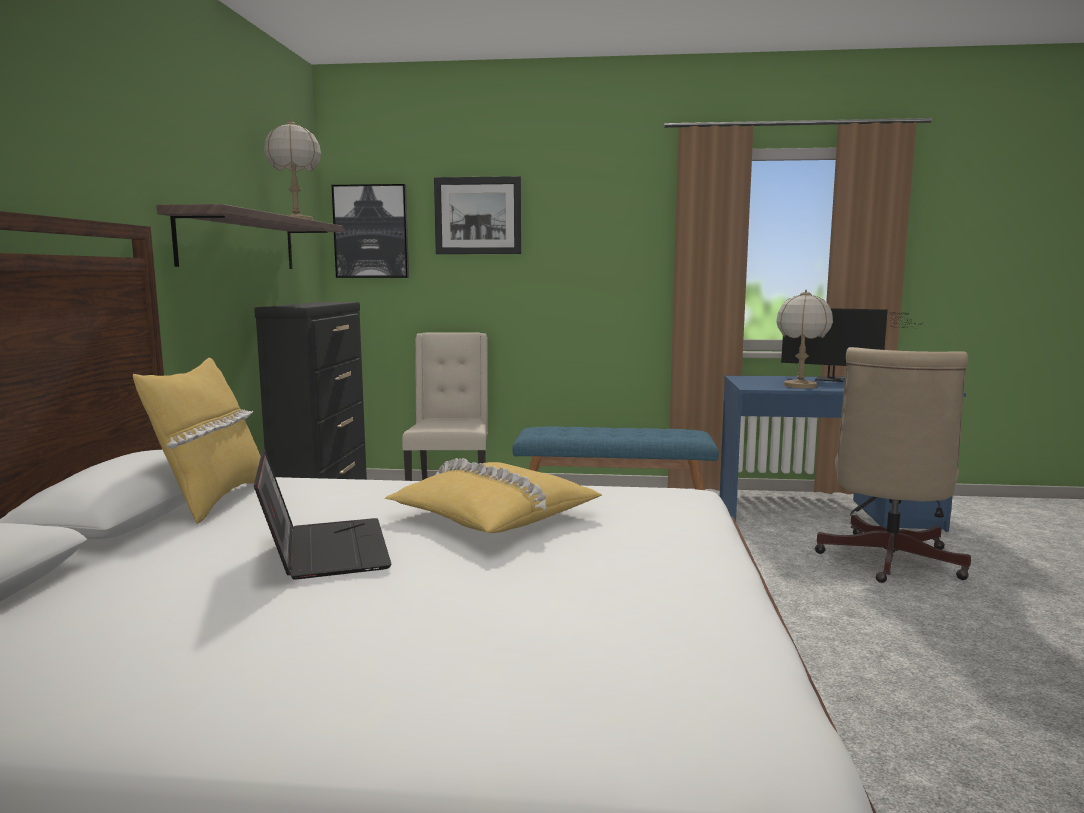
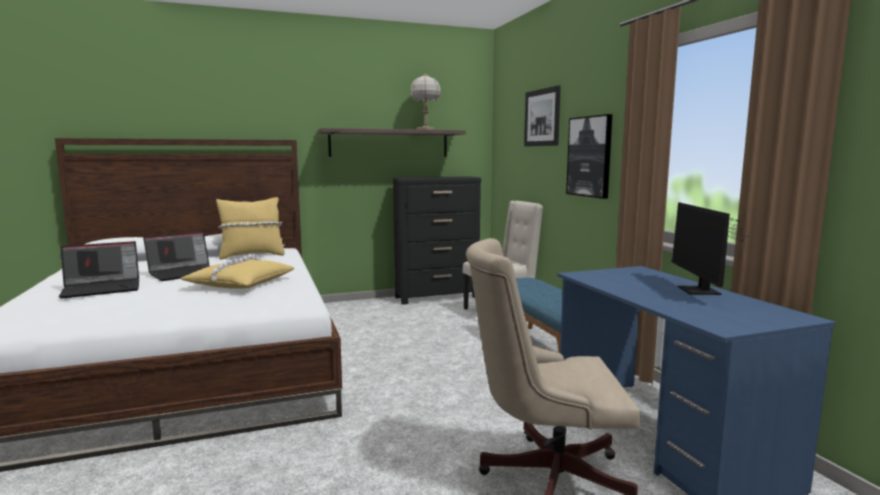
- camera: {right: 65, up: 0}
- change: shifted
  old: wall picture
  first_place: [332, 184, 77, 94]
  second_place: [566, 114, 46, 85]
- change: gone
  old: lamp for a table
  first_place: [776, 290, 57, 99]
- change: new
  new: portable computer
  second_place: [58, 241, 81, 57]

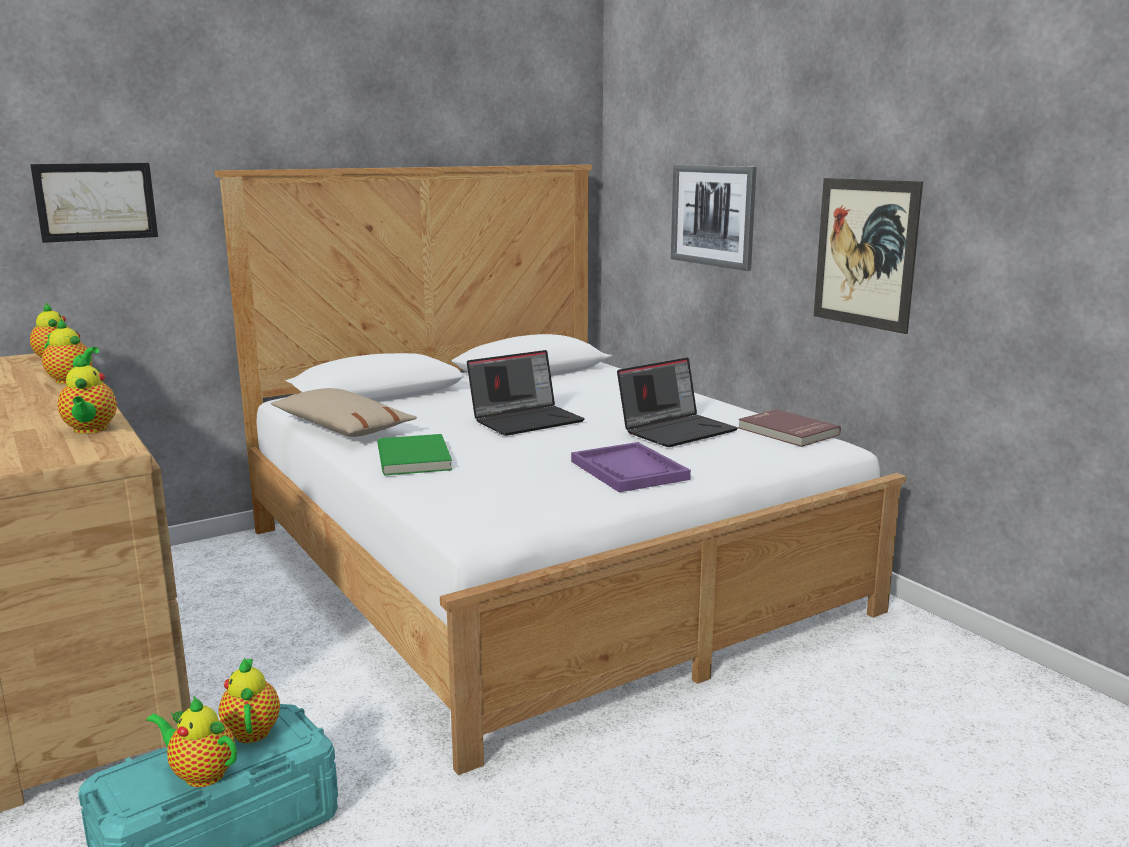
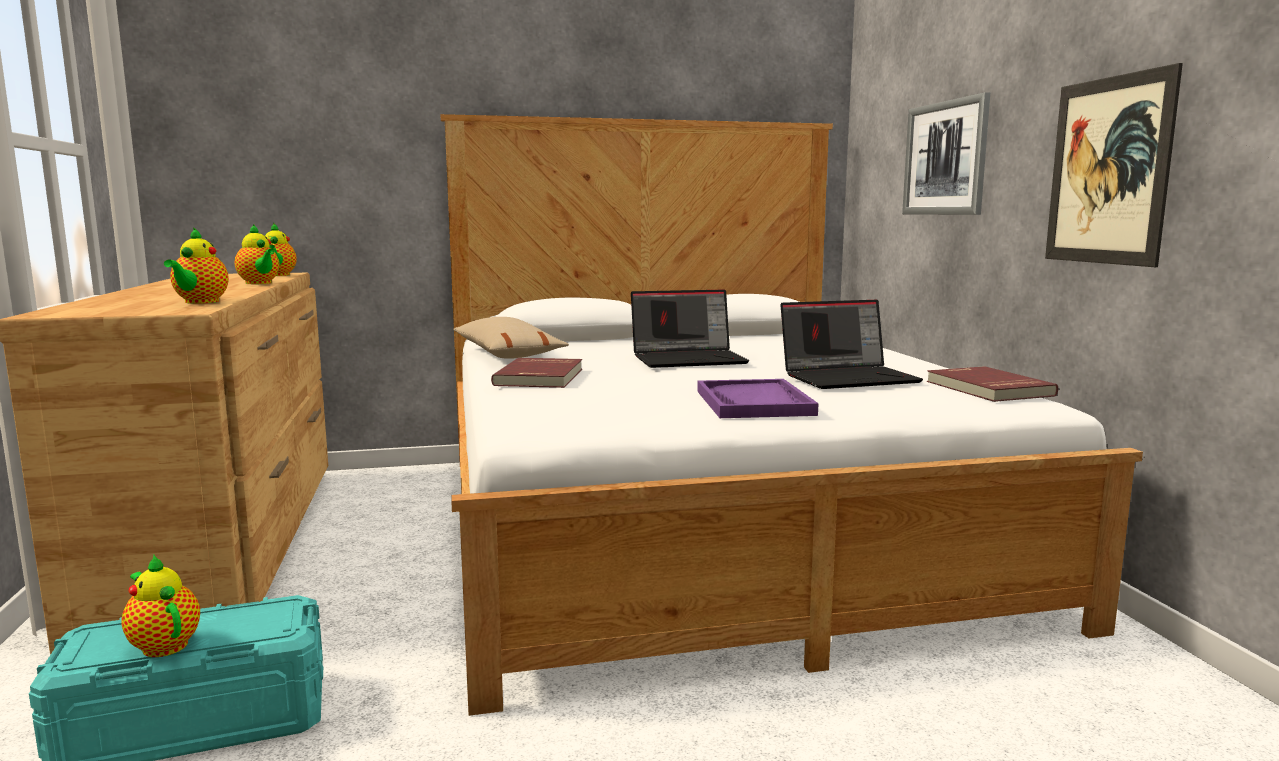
- camera: {right: 20, up: -5}
- change: gone
  old: wall picture
  first_place: [30, 163, 128, 80]
- change: repainted
  old: book/green-coloured
  new: book/red
  first_place: [378, 434, 74, 41]
  second_place: [491, 358, 91, 30]
- change: gone
  old: pot for tea
  first_place: [219, 657, 61, 86]

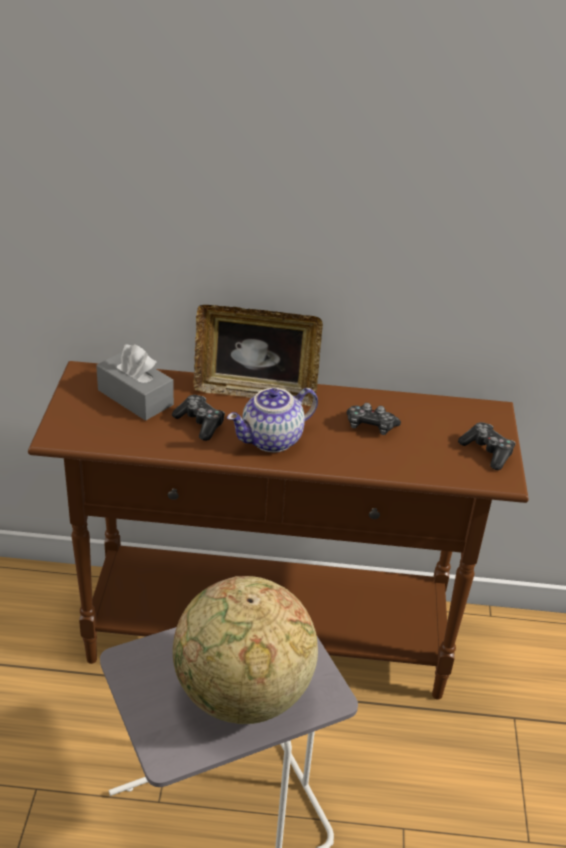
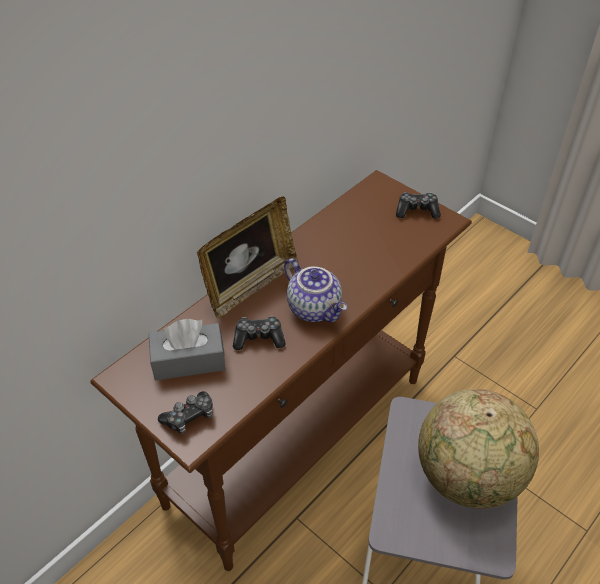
- camera: {right: -50, up: 10}
- change: rotated
  old: pot for tea
  first_place: [227, 388, 91, 64]
  second_place: [284, 258, 63, 64]
  degrees: -45
- change: shifted
  old: joypad
  first_place: [347, 403, 54, 32]
  second_place: [158, 391, 55, 43]

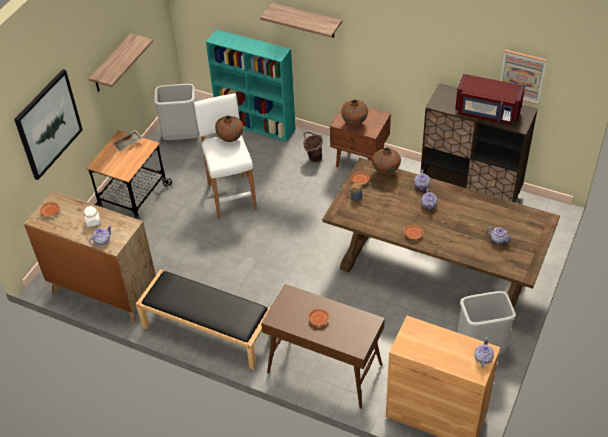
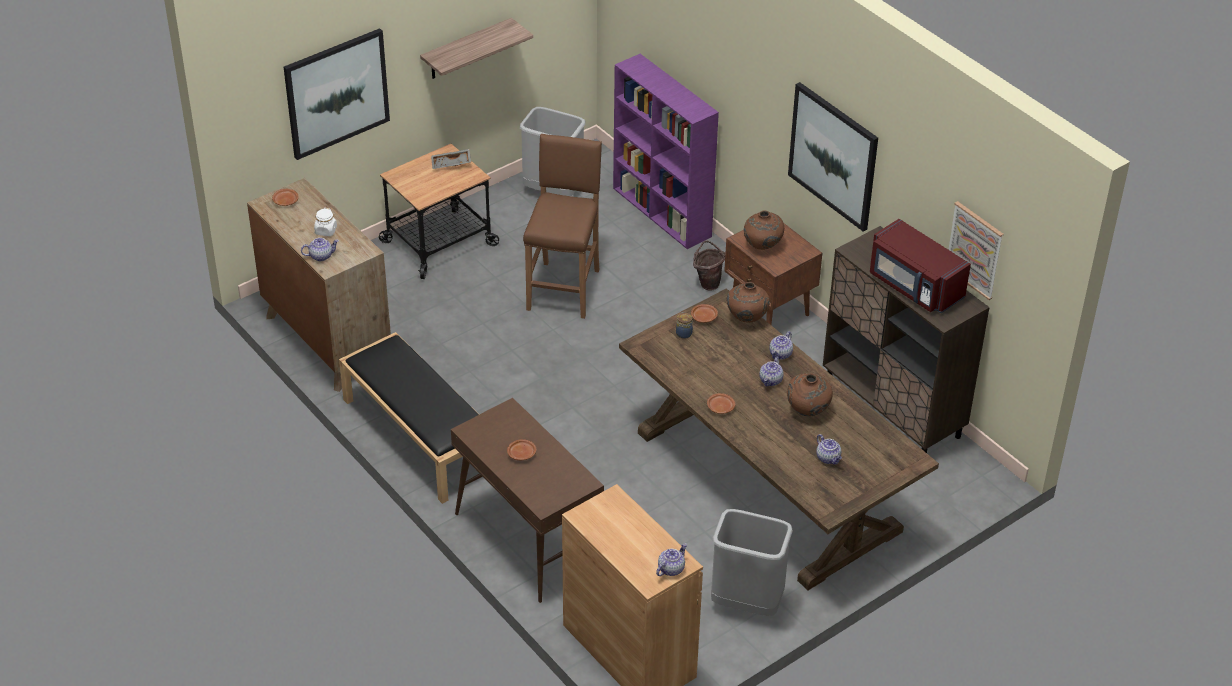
- camera: {right: 25, up: -5}
- change: gone
  old: shelf
  first_place: [260, 3, 82, 35]
- change: repainted
  old: bookshelf/turquoise
  new: bookshelf/purple-coloured
  first_place: [206, 29, 90, 113]
  second_place: [613, 54, 106, 195]
- change: repainted
  old: stool seat/whitish
  new: stool seat/brown-coloured
  first_place: [194, 93, 63, 126]
  second_place: [523, 134, 79, 185]
- change: shifted
  old: flower vase/brown-coloured
  first_place: [215, 115, 28, 27]
  second_place: [787, 373, 46, 43]
- change: new
  new: wall picture
  second_place: [788, 82, 90, 150]

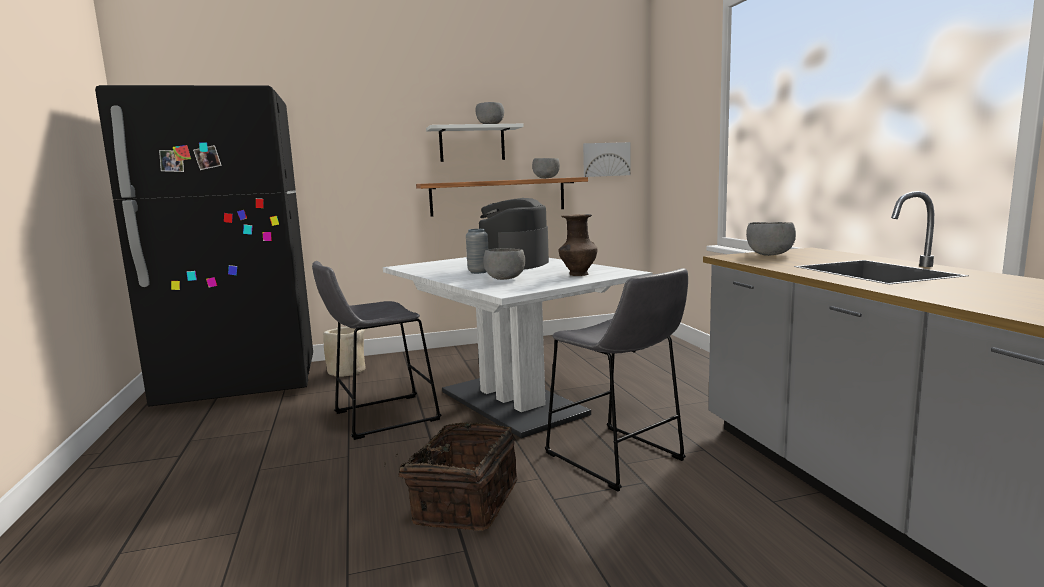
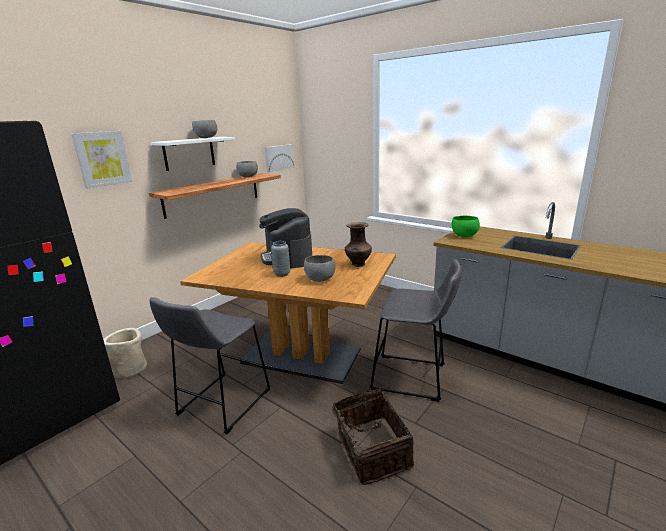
- camera: {right: -35, up: 10}
- change: repainted
  old: deep dish/gray
  new: deep dish/green-coloured
  first_place: [746, 222, 50, 34]
  second_place: [452, 215, 28, 22]
- change: repainted
  old: kitchen table/whitish
  new: kitchen table/brown-coloured
  first_place: [383, 257, 270, 181]
  second_place: [180, 242, 216, 142]
- change: new
  new: wall picture
  second_place: [71, 131, 61, 57]

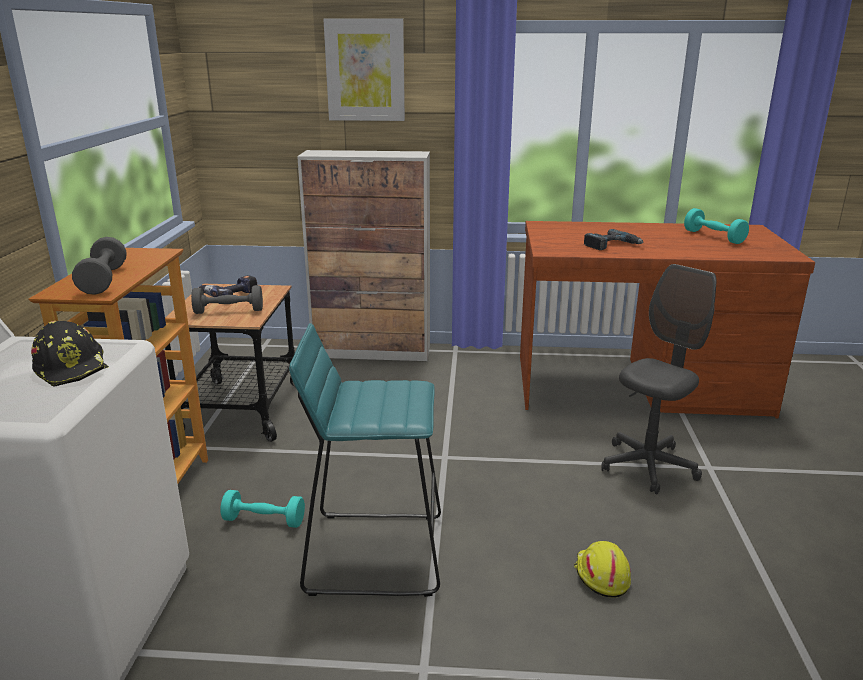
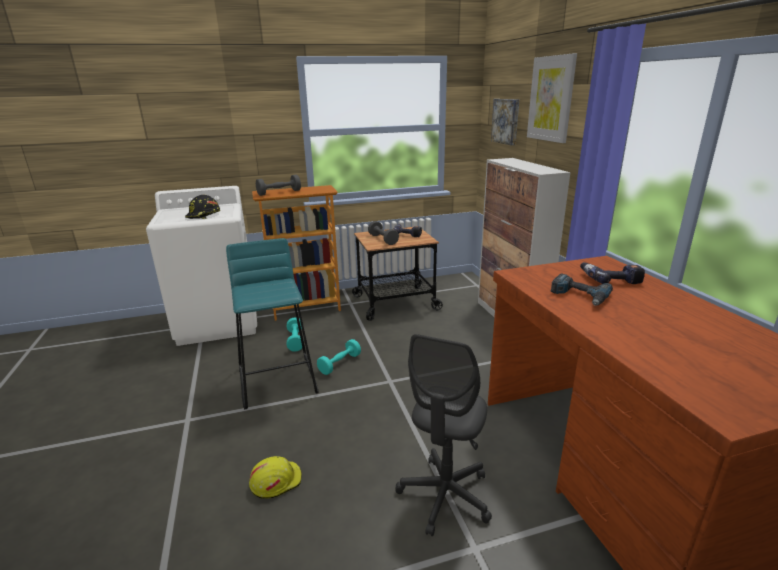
- camera: {right: 70, up: 0}
- change: shifted
  old: free weight/turquoise
  first_place: [684, 208, 65, 36]
  second_place: [317, 339, 44, 36]
- change: rotated
  old: office chair/gray
  first_place: [601, 264, 116, 231]
  second_place: [395, 334, 97, 203]
  degrees: 90
- change: new
  new: wall picture
  second_place: [491, 99, 28, 46]
- change: new
  new: power drill
  second_place: [580, 262, 65, 22]

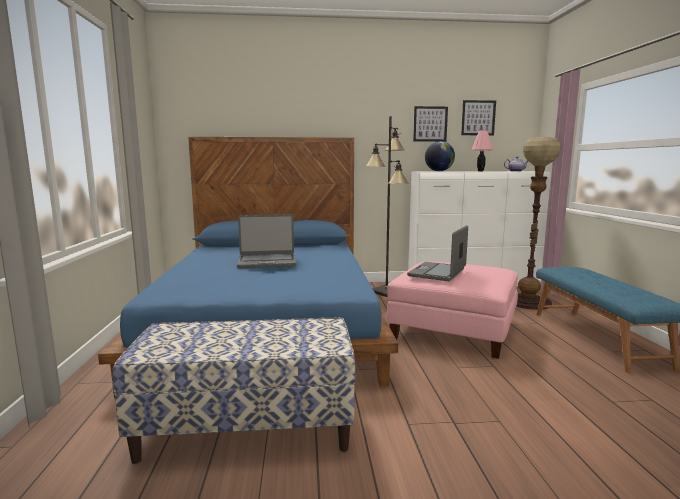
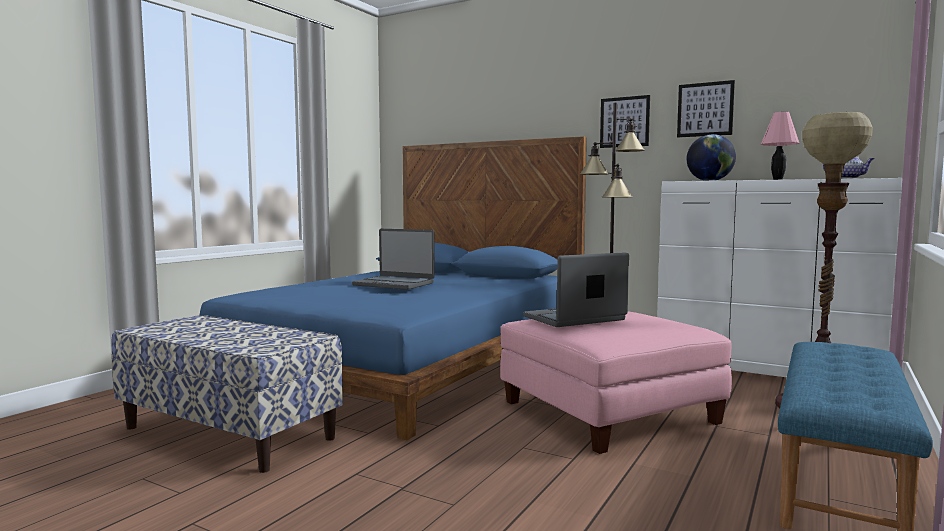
- camera: {right: 35, up: -5}
- change: shifted
  old: wall picture
  first_place: [461, 100, 35, 36]
  second_place: [600, 95, 50, 53]

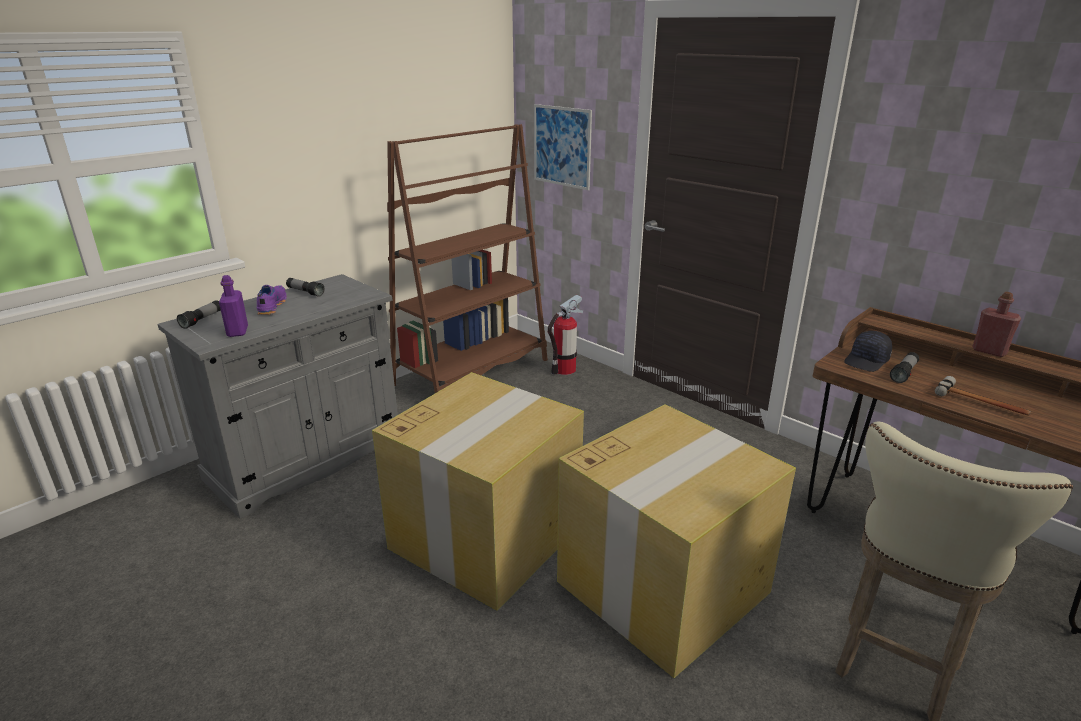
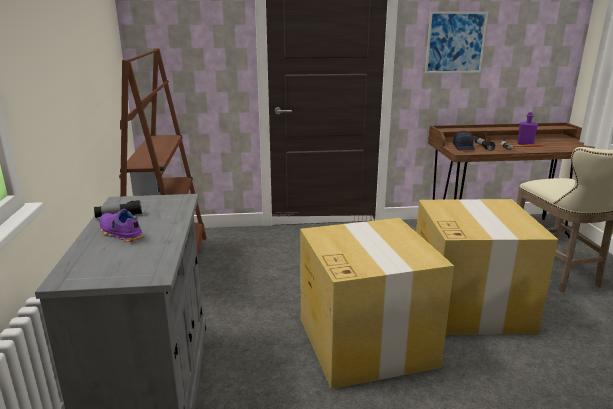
- camera: {right: -50, up: -5}
- change: shifted
  old: wall picture
  first_place: [534, 104, 58, 86]
  second_place: [425, 12, 63, 61]
- change: shifted
  old: drink bottle/purple-coloured
  first_place: [219, 275, 29, 62]
  second_place: [517, 112, 21, 33]
- change: gone
  old: drink bottle/red
  first_place: [972, 292, 49, 65]
- change: gone
  old: fire-fighting cylinder
  first_place: [548, 295, 35, 80]
- change: gone
  old: flashlight
  first_place: [177, 300, 44, 29]

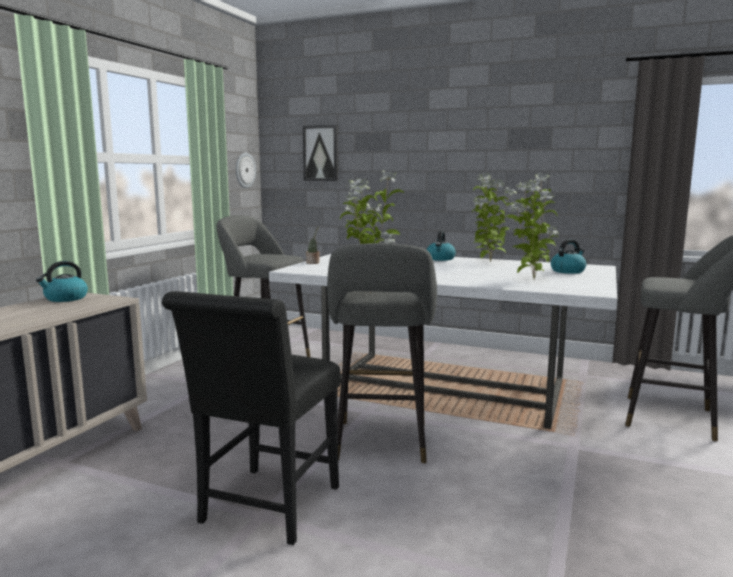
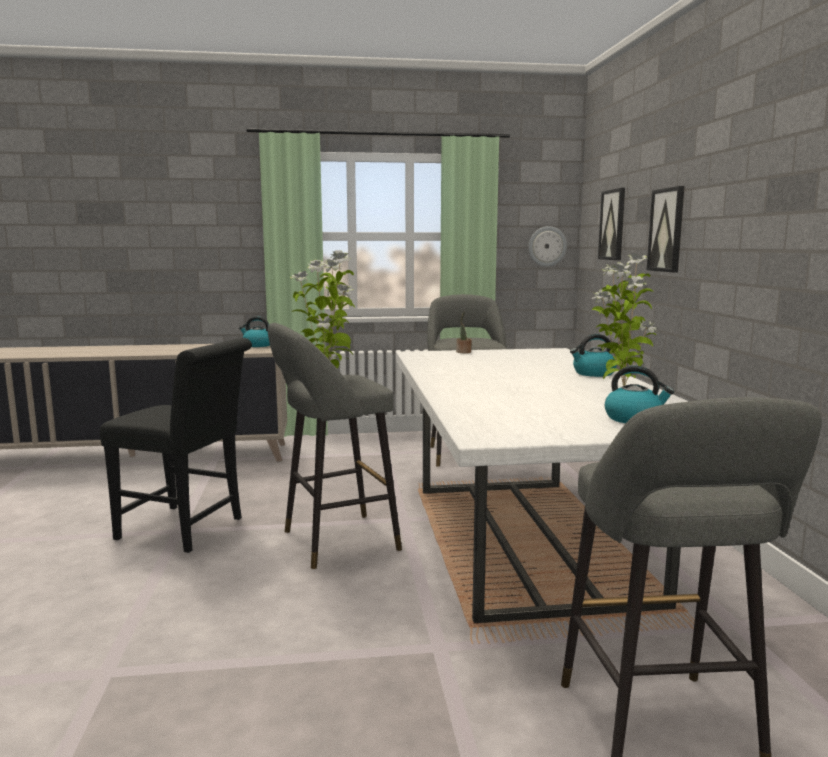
- camera: {right: 60, up: 0}
- change: gone
  old: houseplant
  first_place: [508, 173, 50, 106]
- change: rotated
  old: chair/blackish
  first_place: [162, 291, 179, 254]
  second_place: [100, 338, 152, 215]
  degrees: -150
- change: new
  new: wall picture
  second_place: [647, 186, 38, 86]

